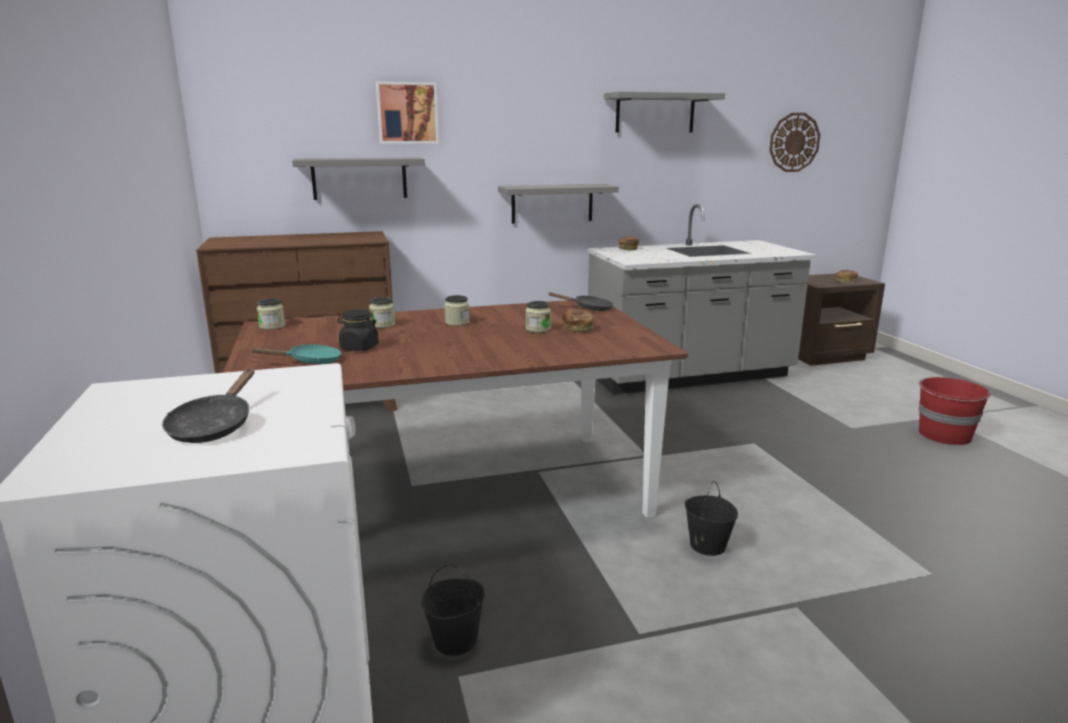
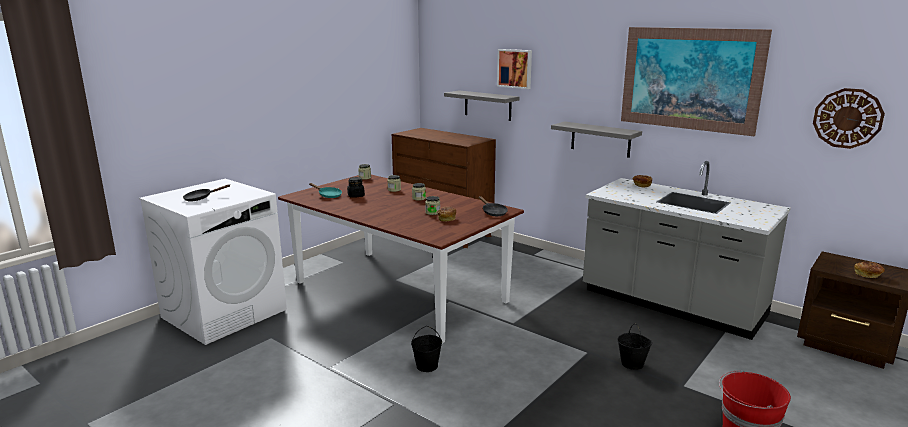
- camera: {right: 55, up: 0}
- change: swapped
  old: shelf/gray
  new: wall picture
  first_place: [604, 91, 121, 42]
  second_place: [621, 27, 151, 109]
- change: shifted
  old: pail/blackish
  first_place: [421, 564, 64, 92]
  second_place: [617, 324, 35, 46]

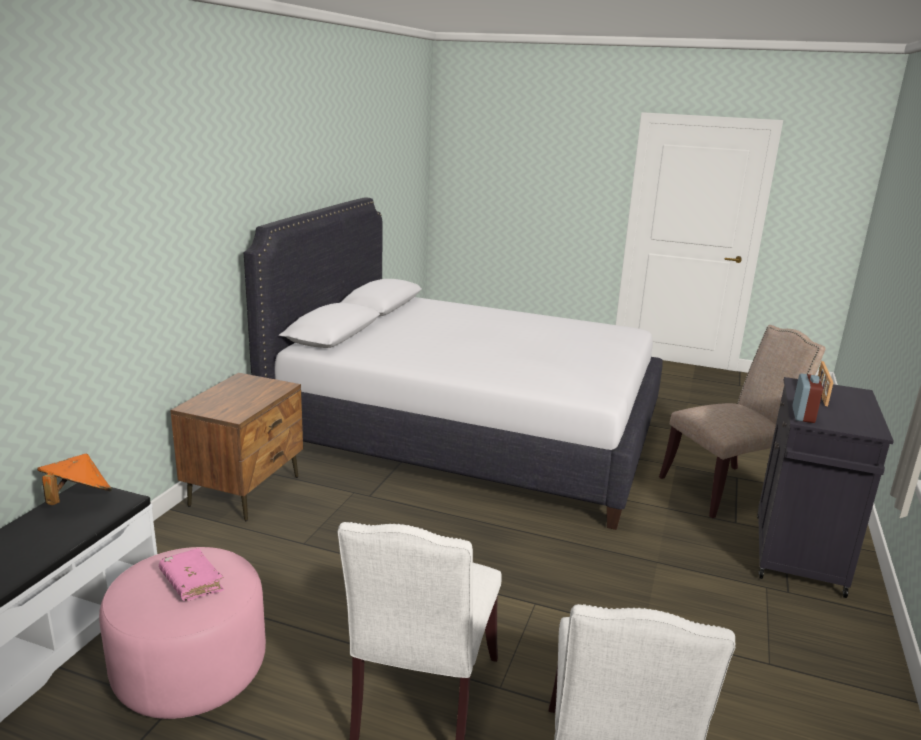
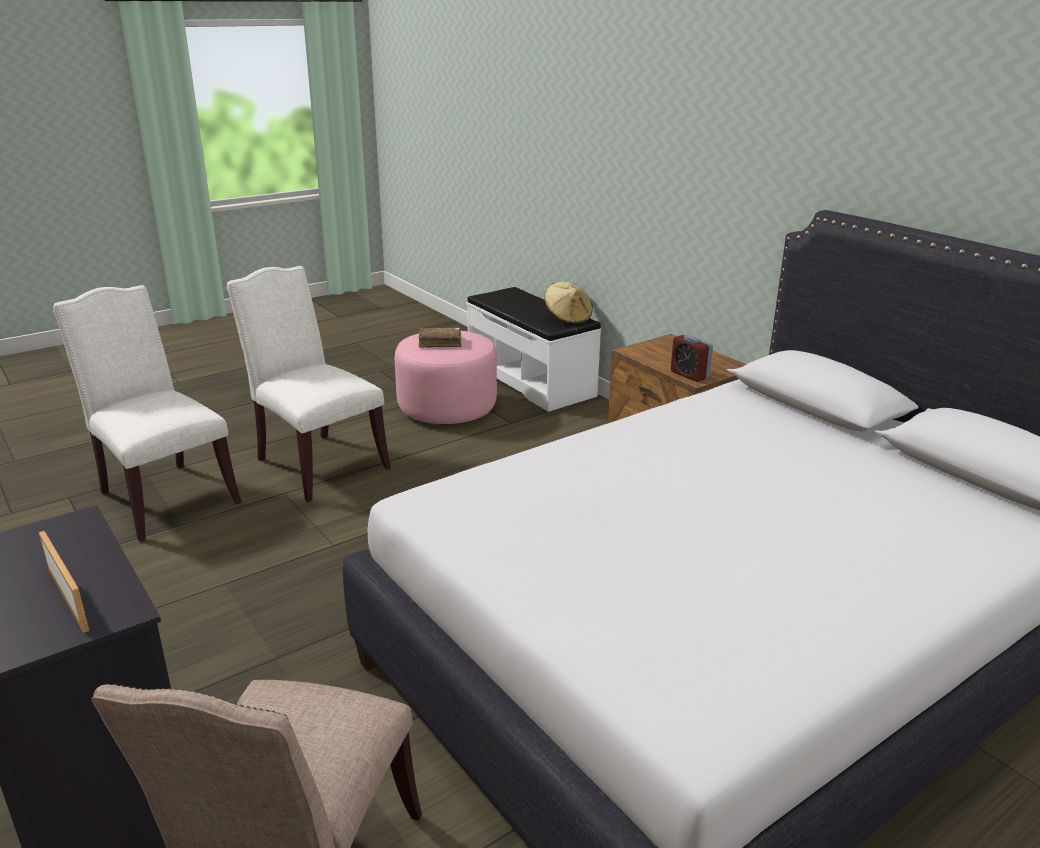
- camera: {right: 125, up: 5}
- change: shifted
  old: table clock
  first_place: [792, 373, 31, 50]
  second_place: [671, 334, 42, 48]
- change: repainted
  old: hat/orange
  new: hat/beige-coloured
  first_place: [37, 454, 75, 51]
  second_place: [545, 282, 48, 42]
- change: repainted
  old: book/pink
  new: book/brown-coloured
  first_place: [159, 548, 65, 53]
  second_place: [419, 327, 43, 21]

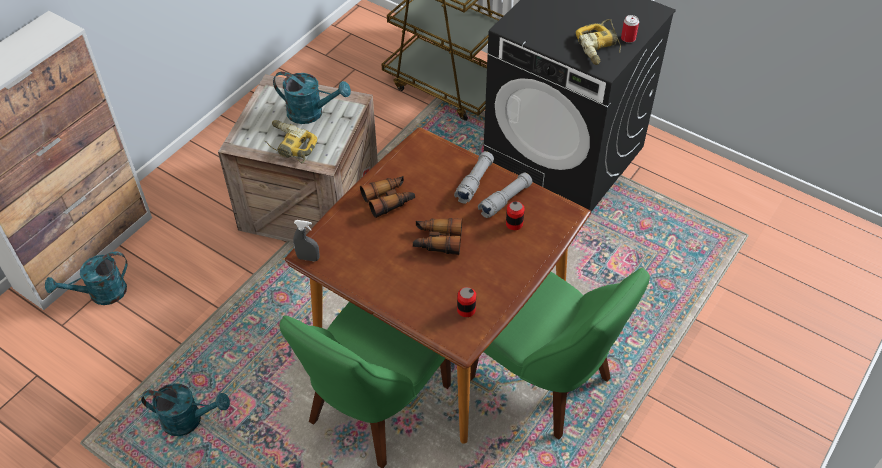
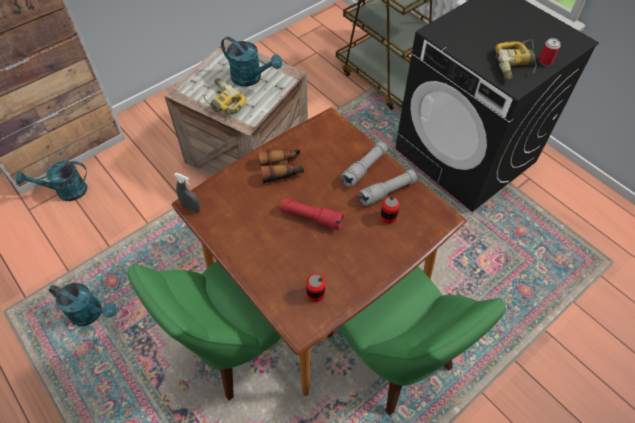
- camera: {right: 15, up: 5}
- change: swapped
  old: field glasses
  new: flashlight/red
  first_place: [413, 218, 49, 37]
  second_place: [280, 198, 64, 32]

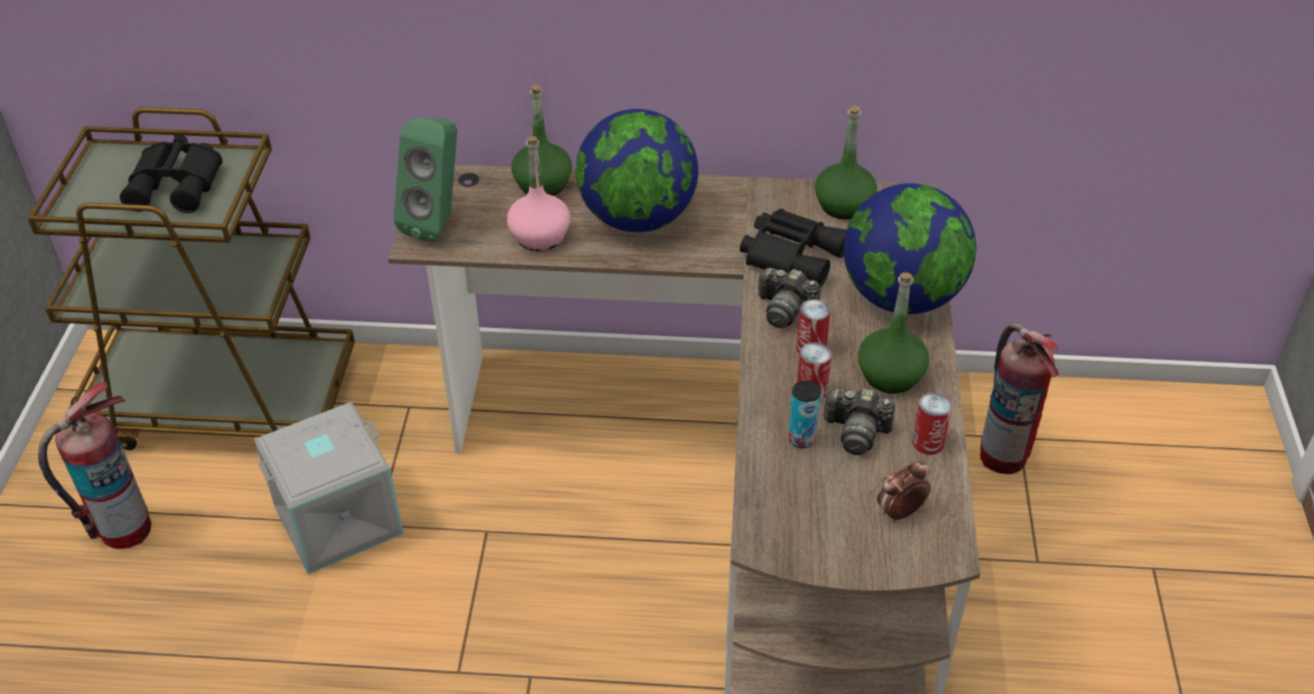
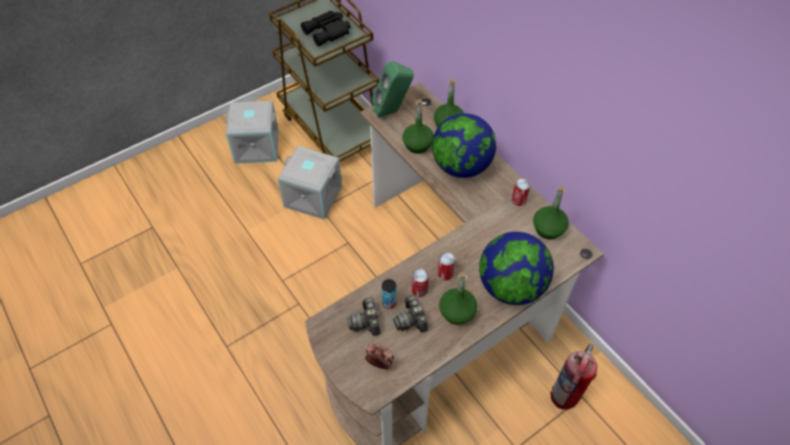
- camera: {right: 50, up: 10}
- change: repainted
  old: drink bottle/pink
  new: drink bottle/green-coloured
  first_place: [507, 136, 63, 115]
  second_place: [402, 100, 32, 53]
- change: gone
  old: field glasses/blackish
  first_place: [740, 209, 106, 78]
- change: shifted
  old: still camera
  first_place: [758, 268, 63, 60]
  second_place: [347, 297, 34, 39]
- change: swapped
  old: fire-fighting cylinder
  new: storage container/gray
  first_place: [38, 382, 113, 167]
  second_place: [224, 101, 55, 63]
- change: shifted
  old: can
  first_place: [912, 392, 40, 63]
  second_place: [512, 178, 18, 28]

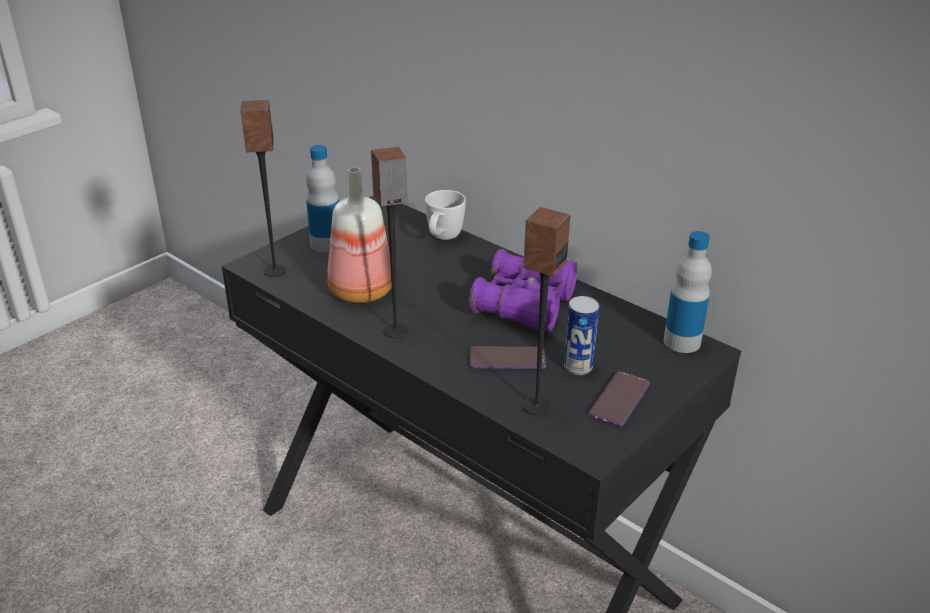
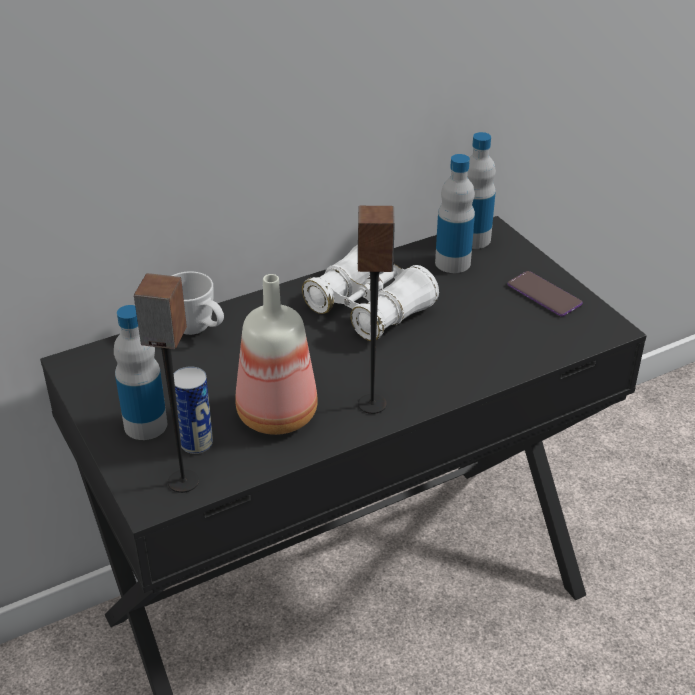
- camera: {right: -70, up: 5}
- change: gone
  old: loudspeaker
  first_place: [523, 207, 47, 209]
- change: repainted
  old: field glasses/purple-coloured
  new: field glasses/whitish
  first_place: [469, 249, 109, 83]
  second_place: [302, 245, 137, 96]
- change: shifted
  old: can
  first_place: [564, 296, 35, 79]
  second_place: [174, 366, 39, 88]
- change: gone
  old: phone
  first_place: [470, 346, 76, 23]
- change: new
  new: drink bottle
  second_place: [435, 154, 40, 119]

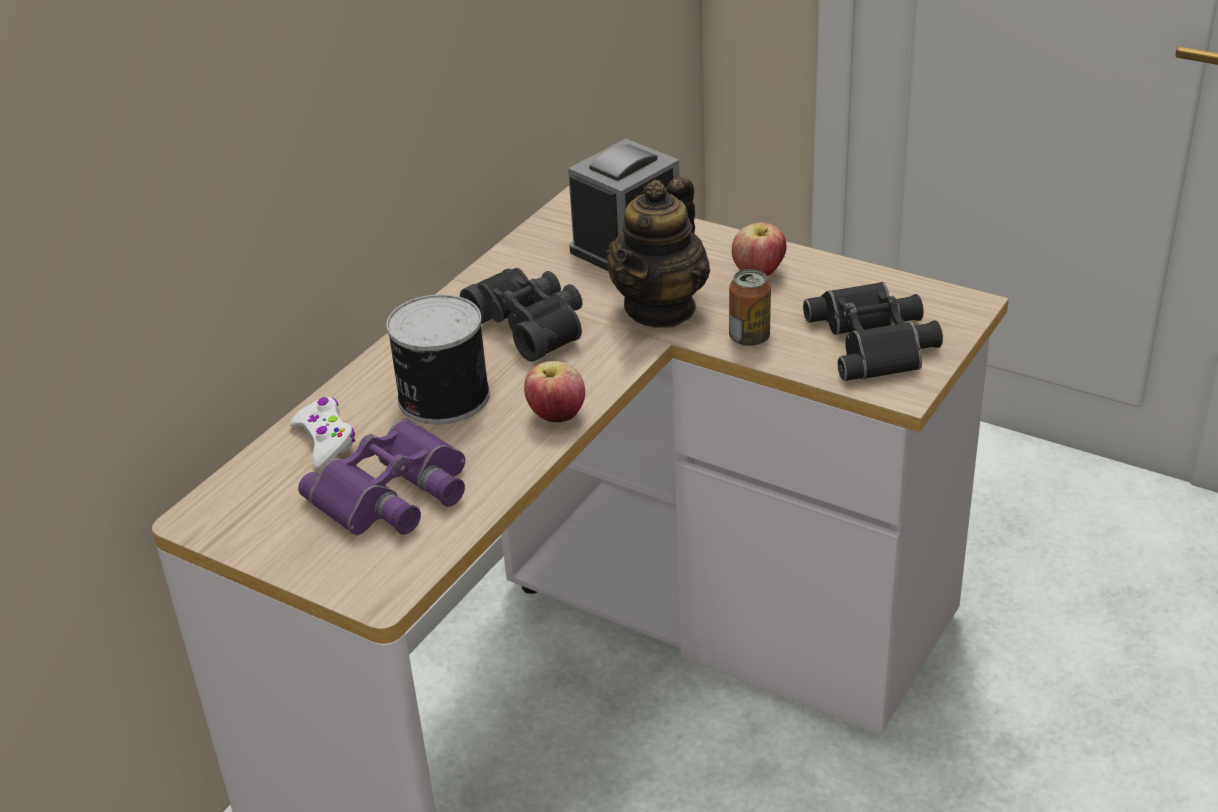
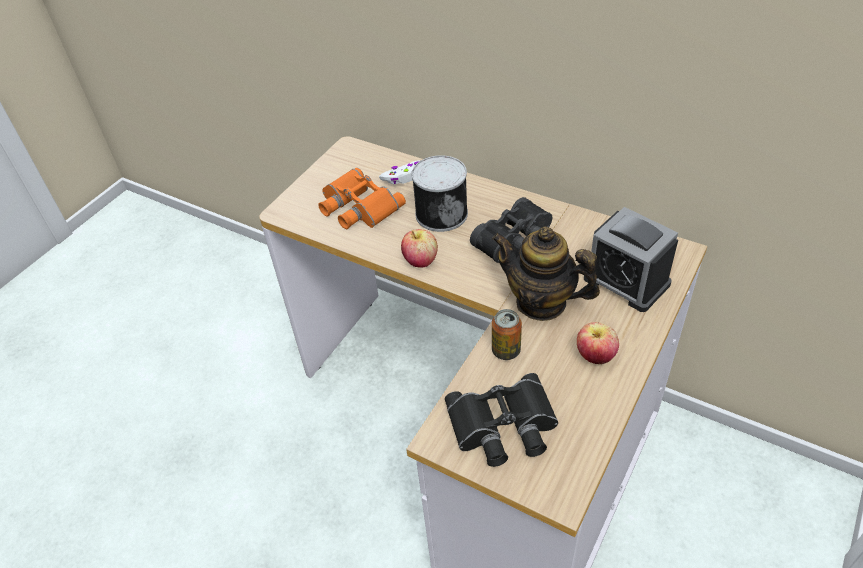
- camera: {right: 90, up: 10}
- change: repainted
  old: field glasses/purple-coloured
  new: field glasses/orange
  first_place: [298, 419, 167, 116]
  second_place: [318, 168, 88, 61]

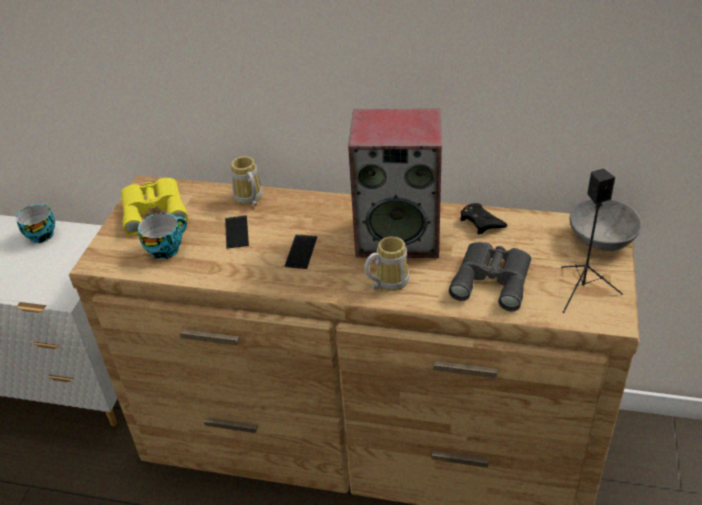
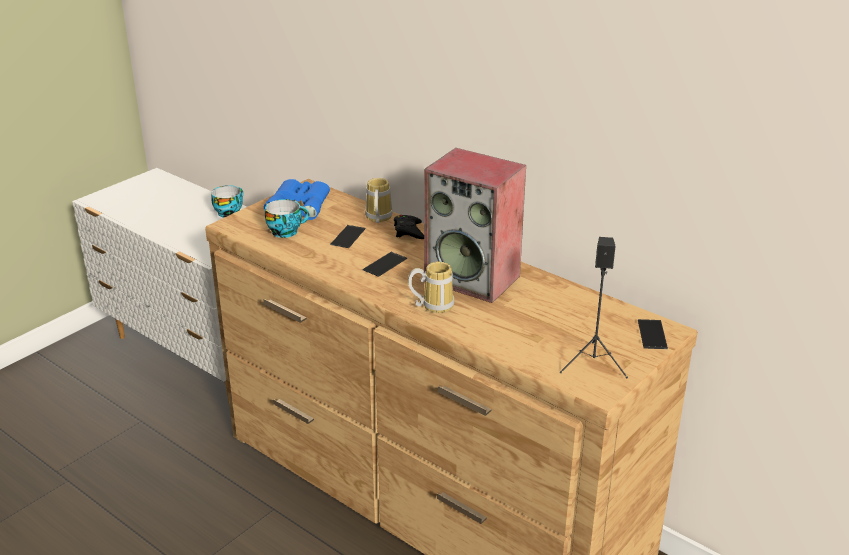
- camera: {right: 25, up: -10}
- change: repainted
  old: field glasses/yellow-coloured
  new: field glasses/blue-coloured
  first_place: [121, 178, 67, 58]
  second_place: [264, 179, 66, 41]
- change: swapped
  old: deep dish/gray
  new: phone
  first_place: [570, 199, 72, 52]
  second_place: [638, 319, 30, 30]
- change: shifted
  old: joypad/blackish
  first_place: [460, 203, 47, 31]
  second_place: [394, 215, 30, 24]
- change: gone
  old: field glasses/gray
  first_place: [449, 242, 82, 69]

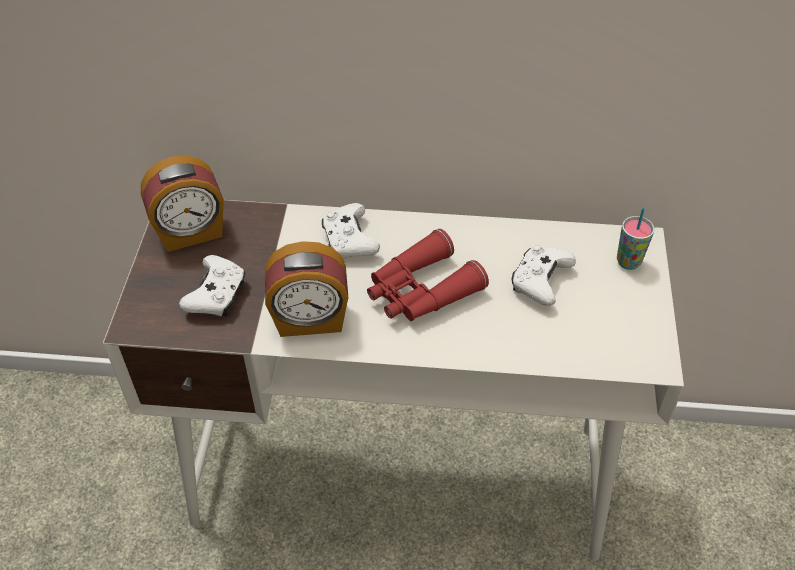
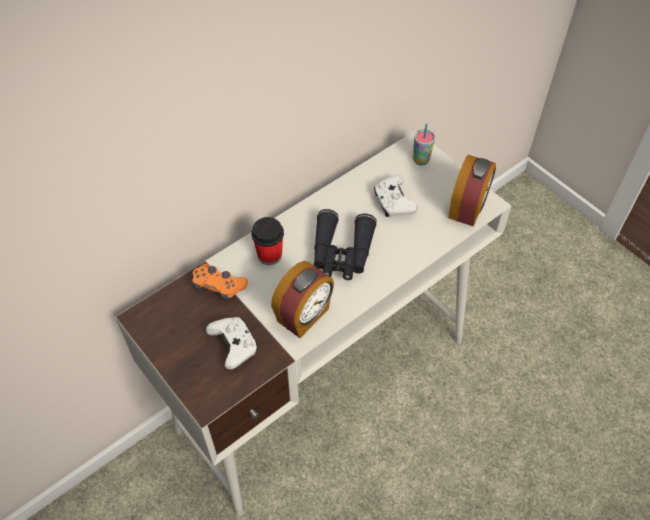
- camera: {right: -45, up: 5}
- change: shifted
  old: table clock
  first_place: [141, 155, 83, 97]
  second_place: [448, 155, 48, 72]
- change: swapped
  old: joypad/whitish
  new: drinking cup
  first_place: [322, 203, 58, 56]
  second_place: [251, 217, 33, 48]
- change: repainted
  old: field glasses/red
  new: field glasses/blackish
  first_place: [367, 229, 122, 92]
  second_place: [314, 209, 63, 71]
- change: new
  new: joypad/orange
  second_place: [192, 264, 56, 37]

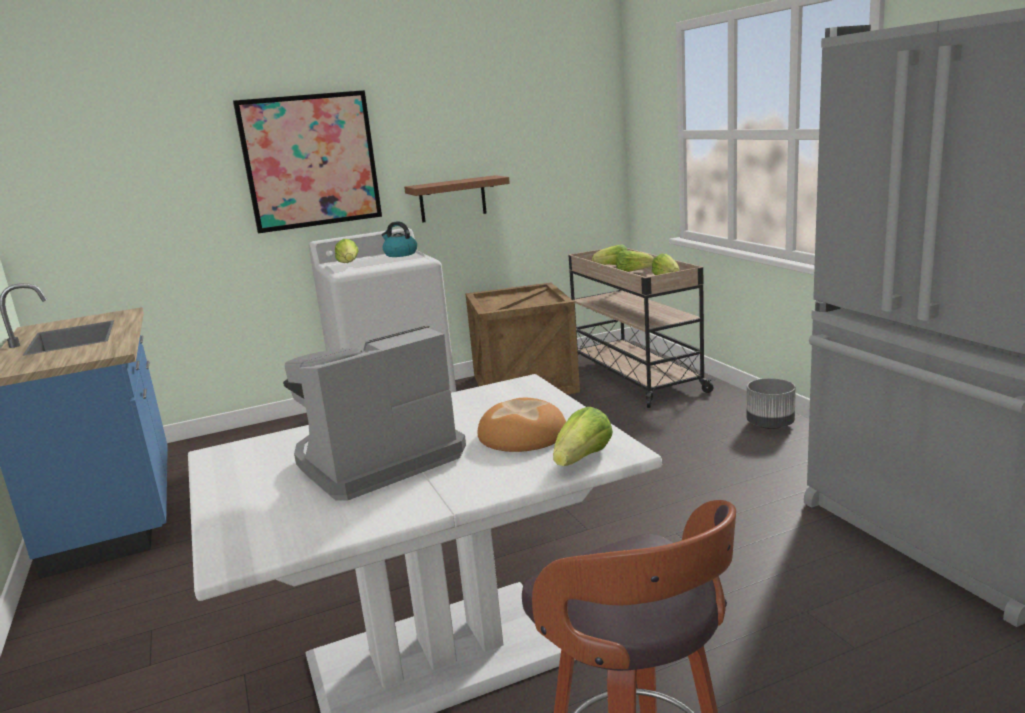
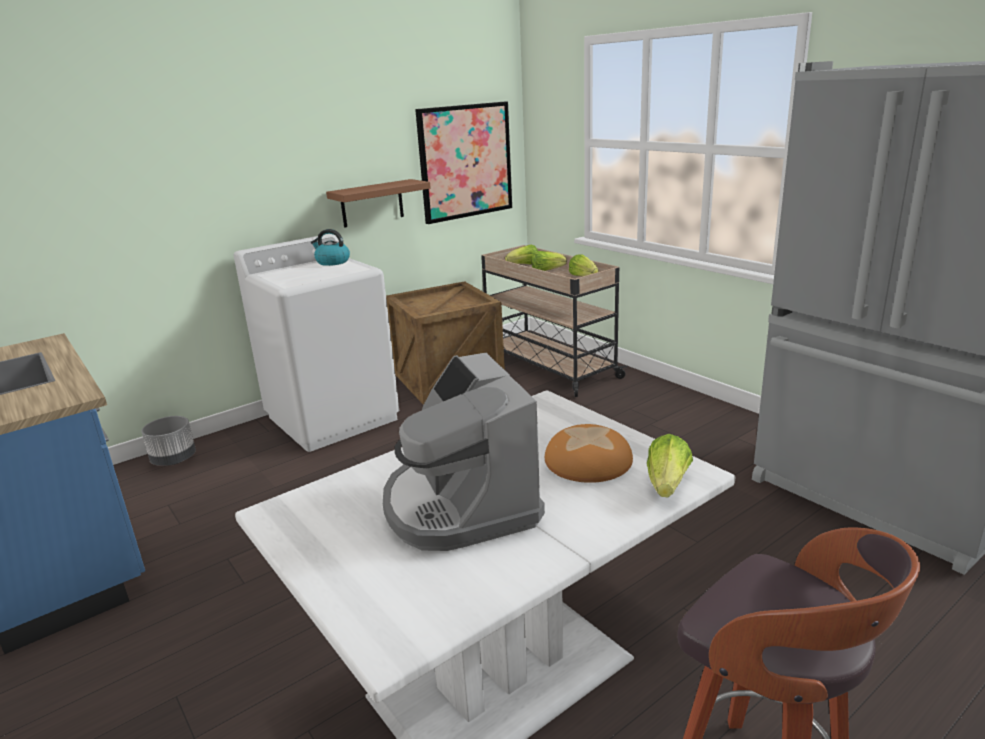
- camera: {right: -15, up: 5}
- change: shifted
  old: wall picture
  first_place: [233, 90, 149, 143]
  second_place: [415, 101, 97, 123]
- change: gone
  old: lettuce
  first_place: [335, 239, 24, 24]
- change: rotated
  old: coffee machine
  first_place: [283, 325, 183, 176]
  second_place: [383, 353, 162, 198]
  degrees: -60
- change: shifted
  old: flower pot/gray
  first_place: [747, 378, 49, 51]
  second_place: [141, 416, 55, 50]

